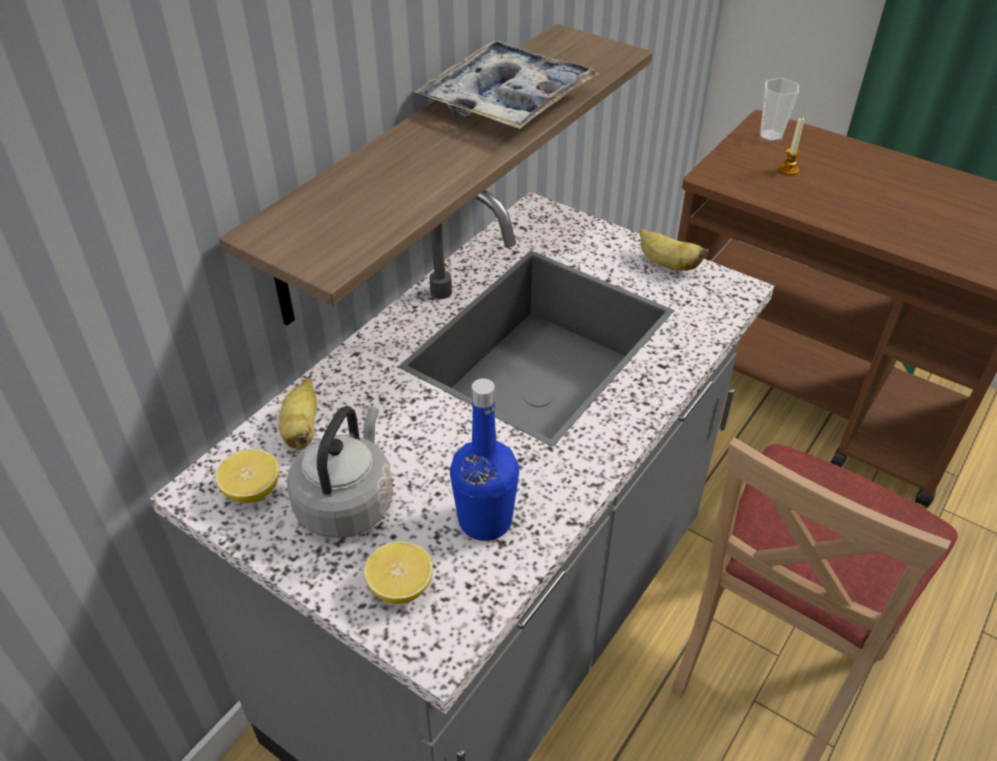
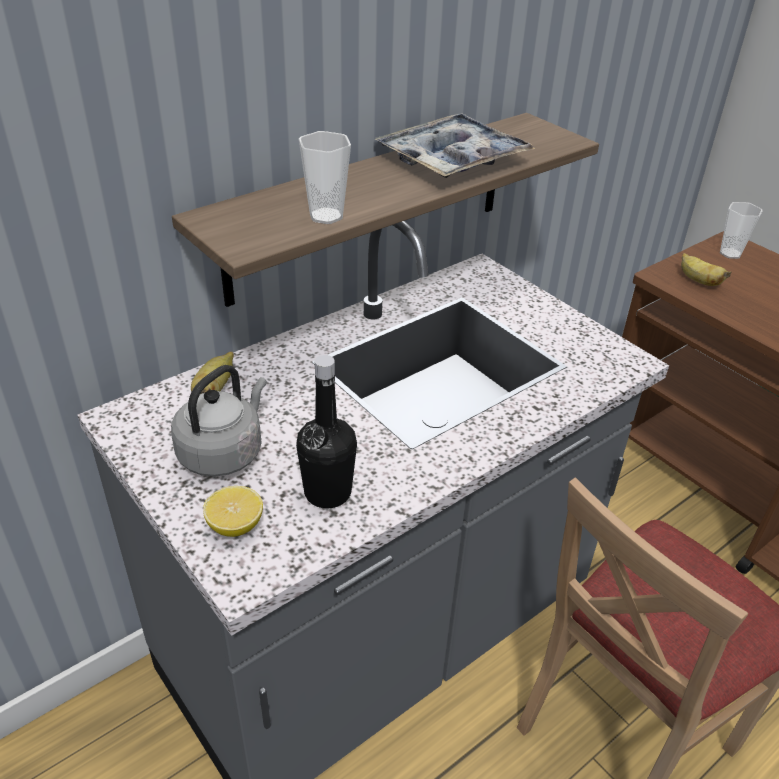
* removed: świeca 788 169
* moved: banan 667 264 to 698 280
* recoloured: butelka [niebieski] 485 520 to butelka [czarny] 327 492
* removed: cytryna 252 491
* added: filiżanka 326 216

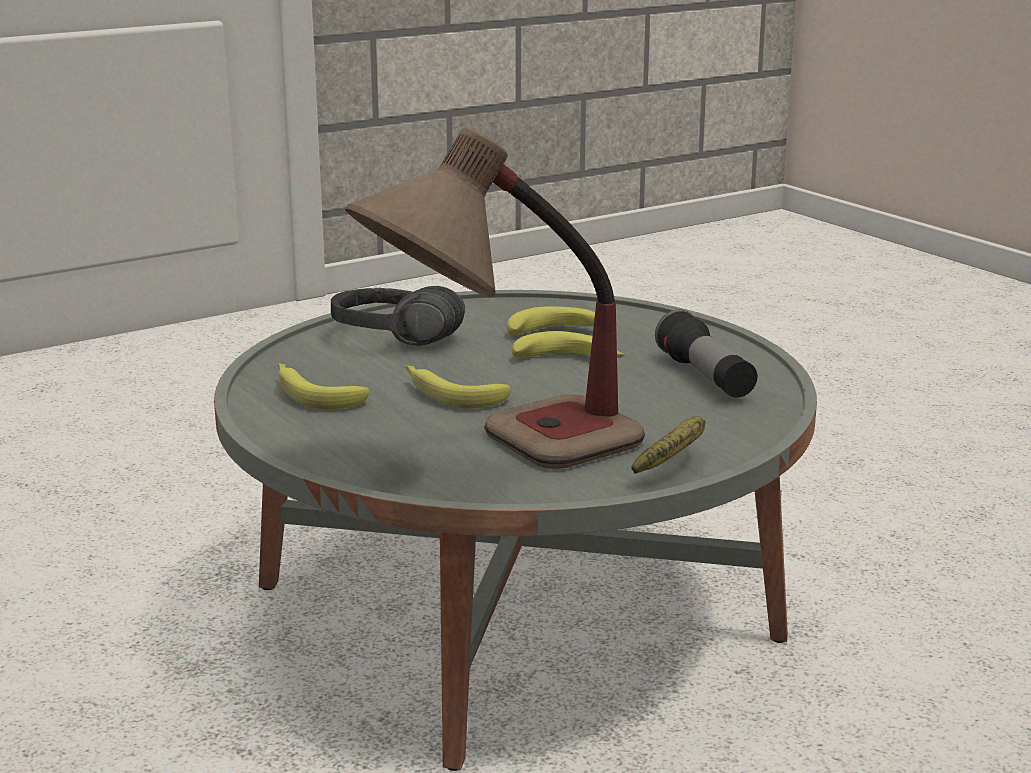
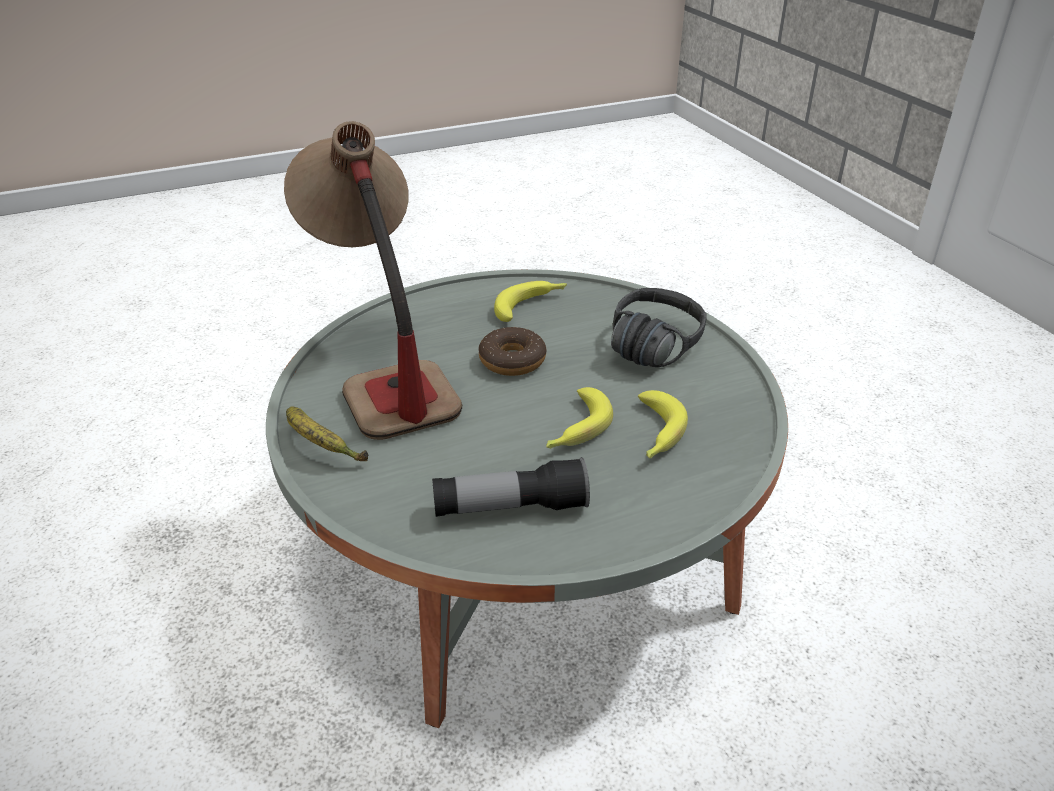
* replaced: banan 450 394 to donut 512 360

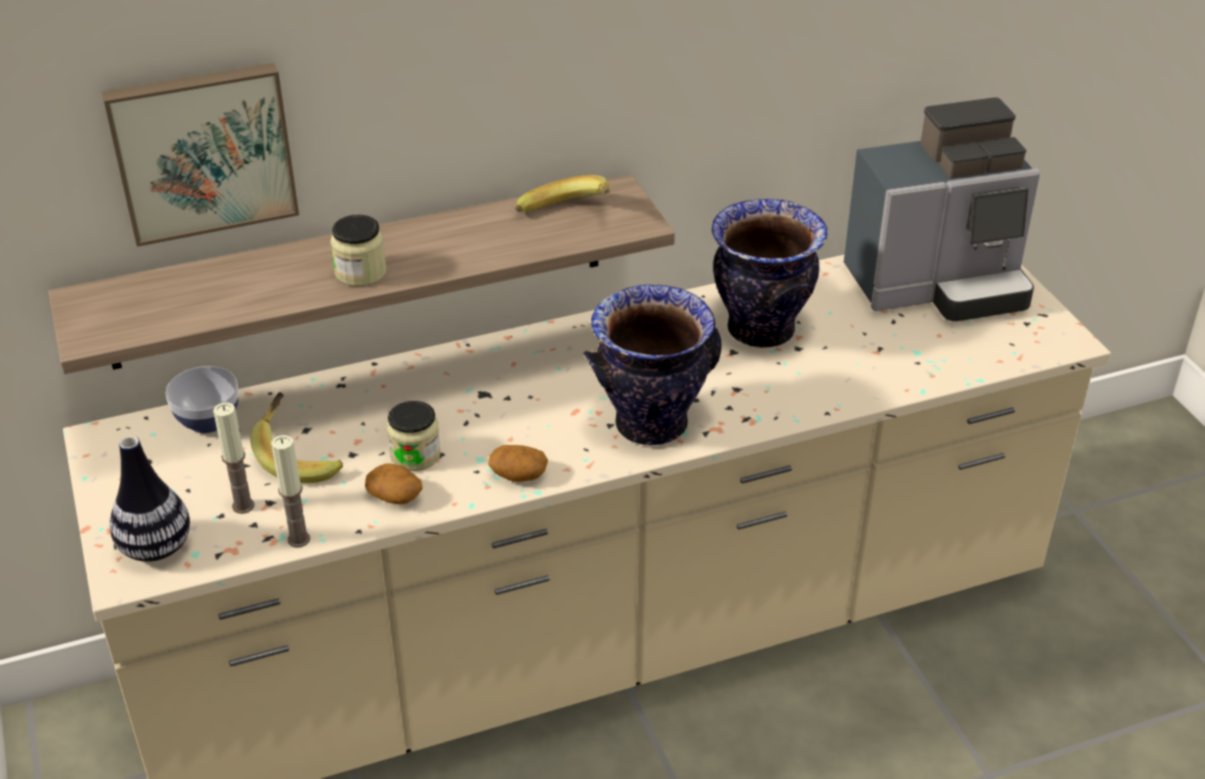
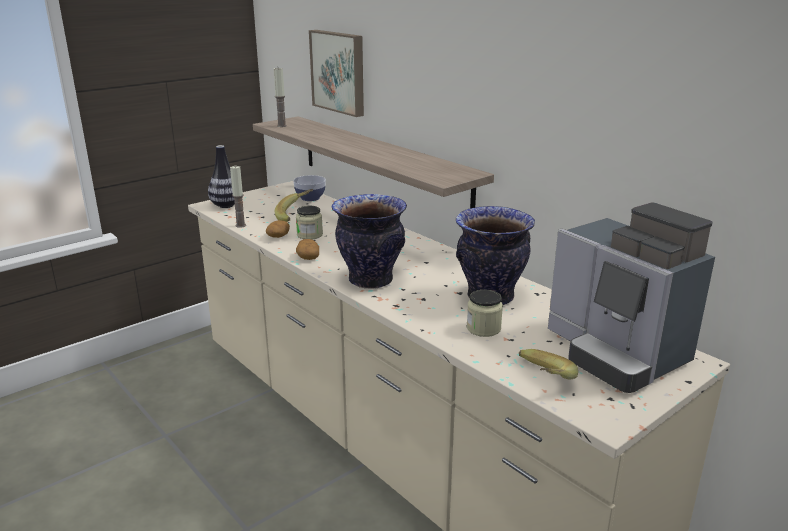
* moved: banan 568 217 to 540 380
* moved: słoik 360 272 to 483 328
* moved: świeca 243 506 to 282 126

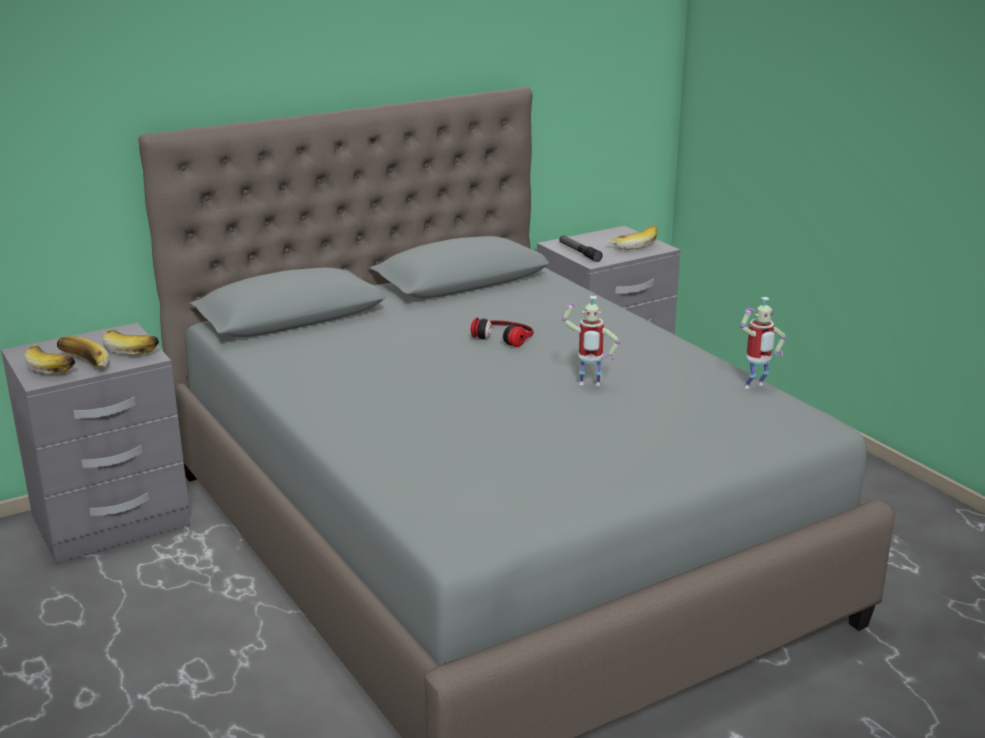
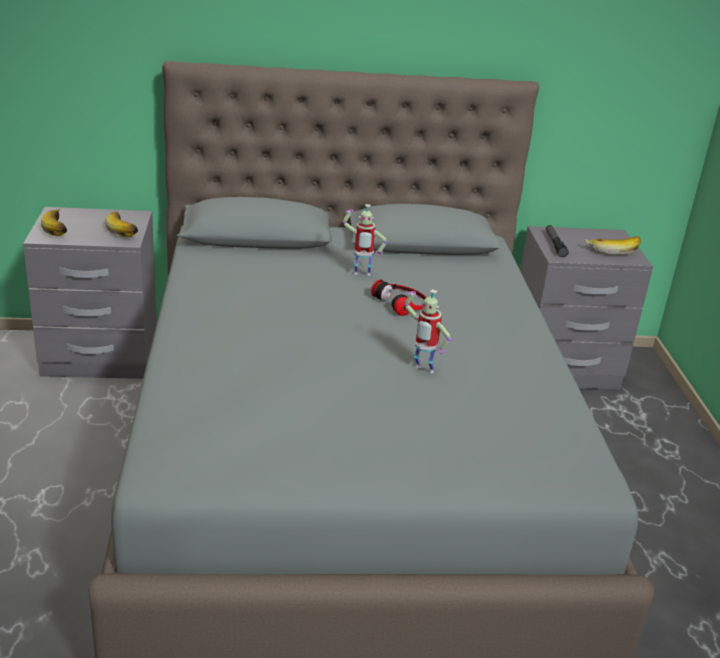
* moved: robot zabawkowy 755 387 to 361 275
* removed: banan 82 365

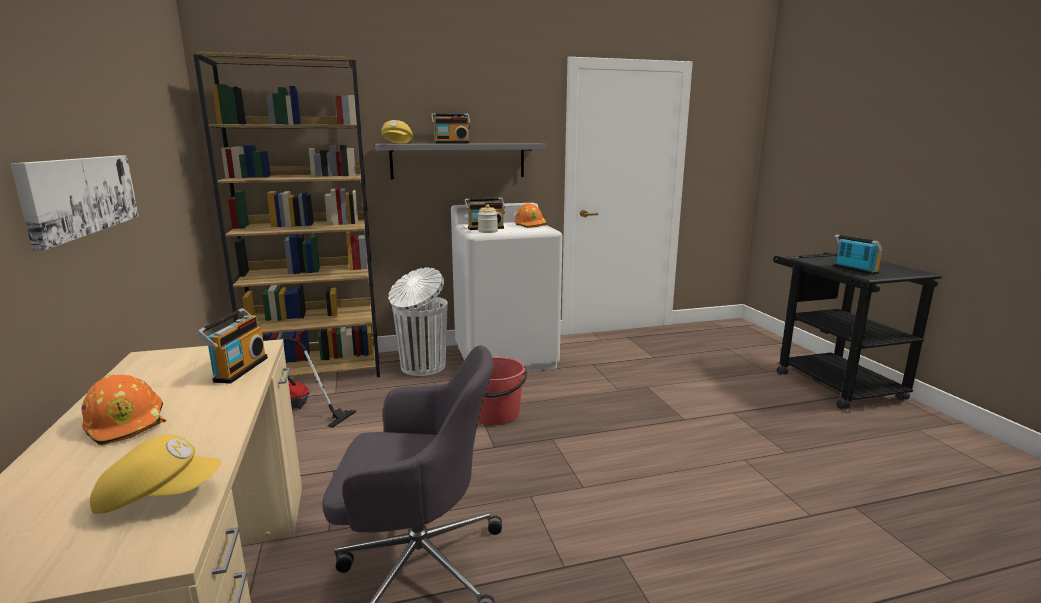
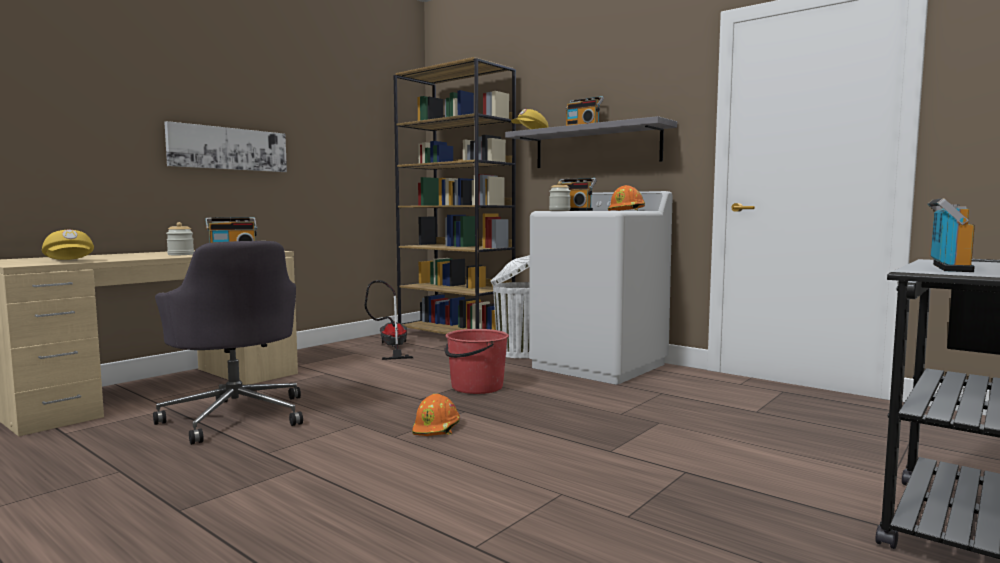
* moved: kask [pomarańczowy] 127 423 to 437 428
* added: słoik 181 254

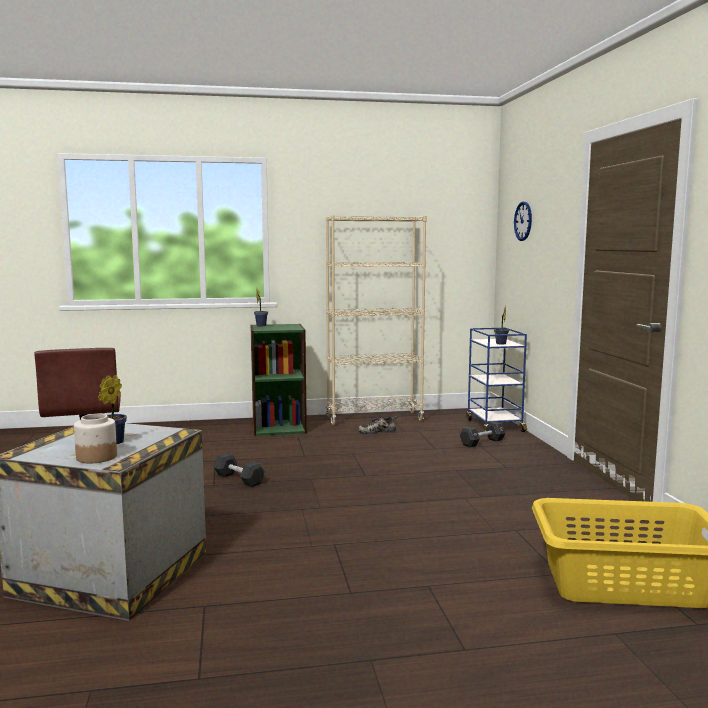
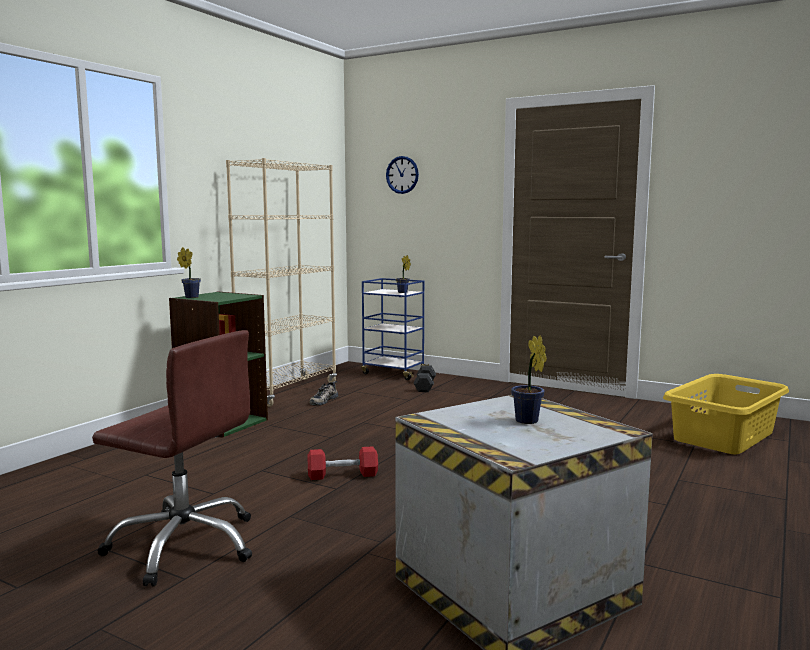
* removed: słoik 96 457
* recoloured: hantel [czarny] 239 479 to hantel [czerwony] 342 475

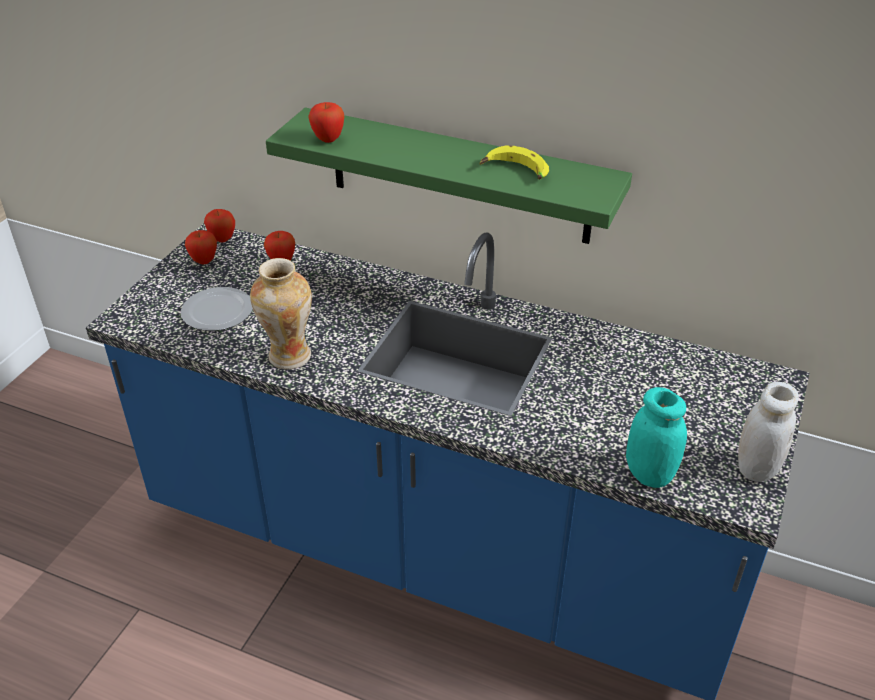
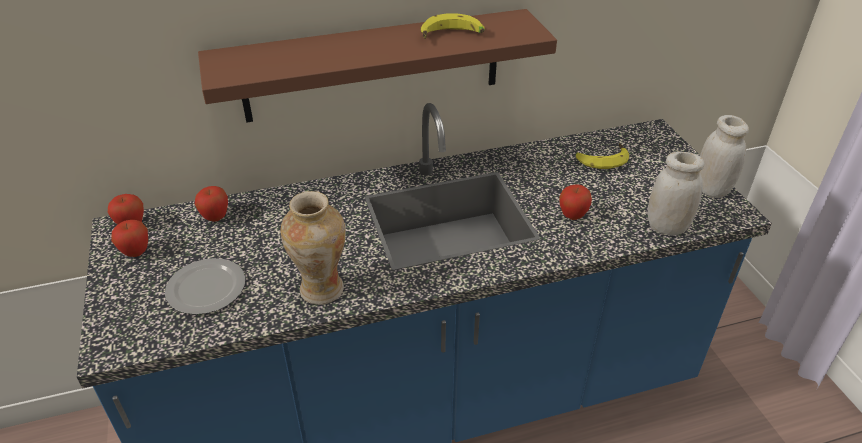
* moved: jabłko 328 139 to 572 216
* recoloured: półka [zielony] 459 176 to półka [brązowy] 373 66
* recoloured: słoik [turkusowy] 649 474 to słoik [biały] 666 227
* added: banan 601 159

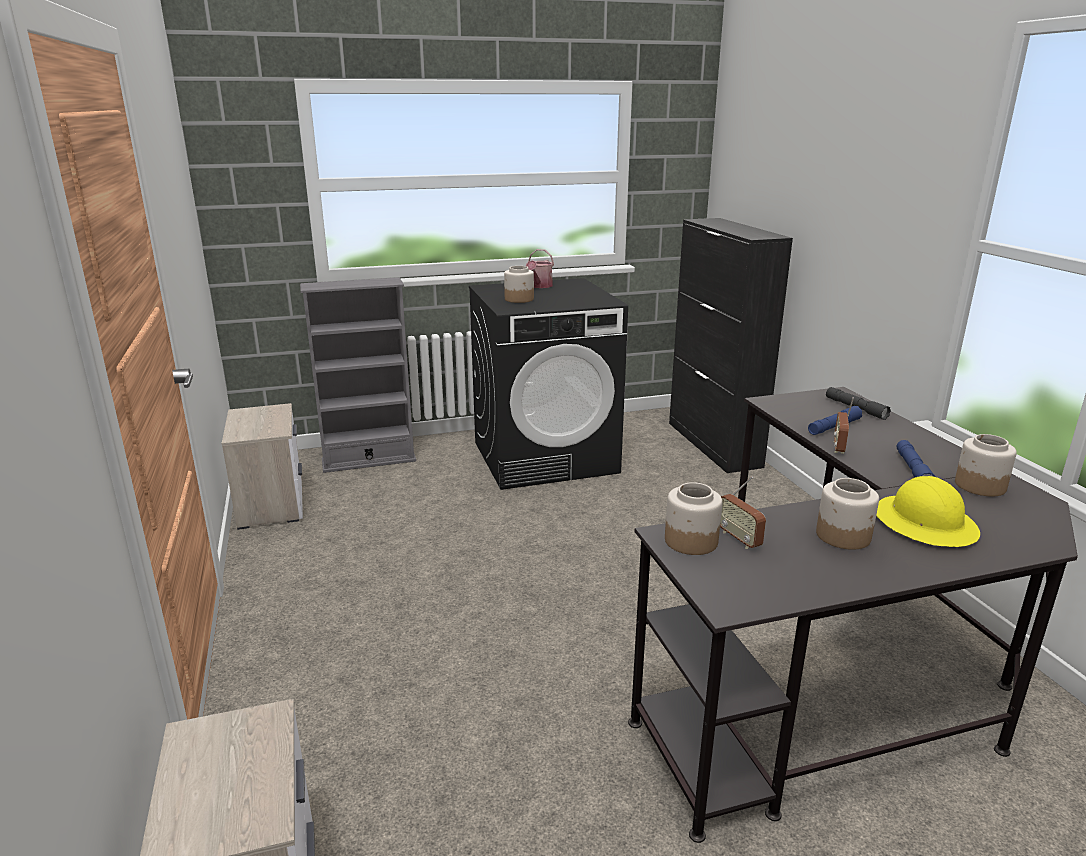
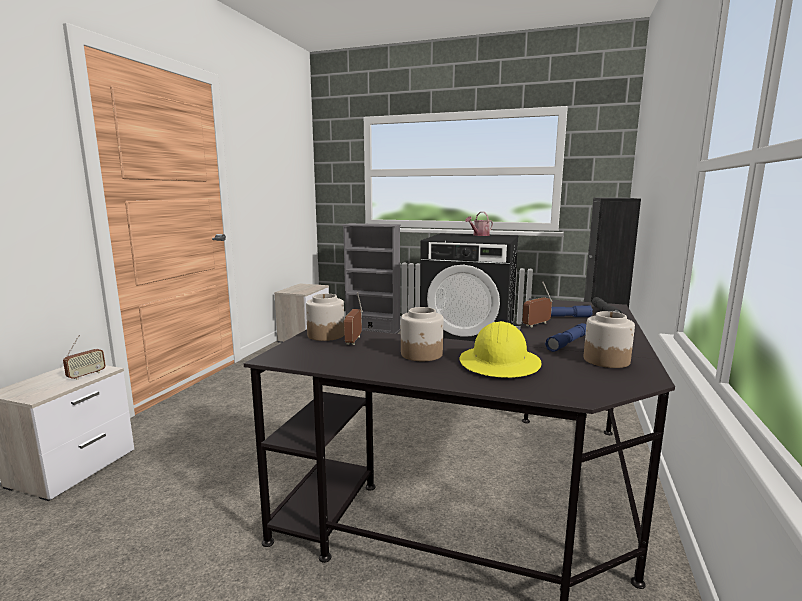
* removed: słoik 519 299
* added: radio 86 375

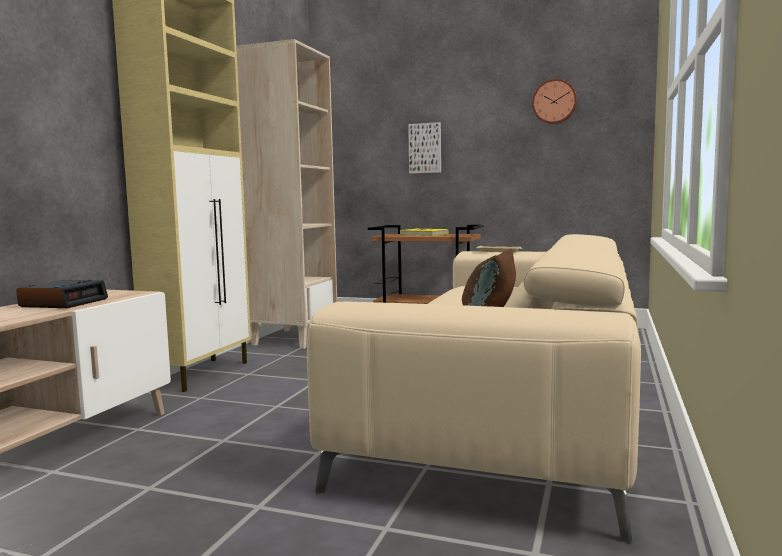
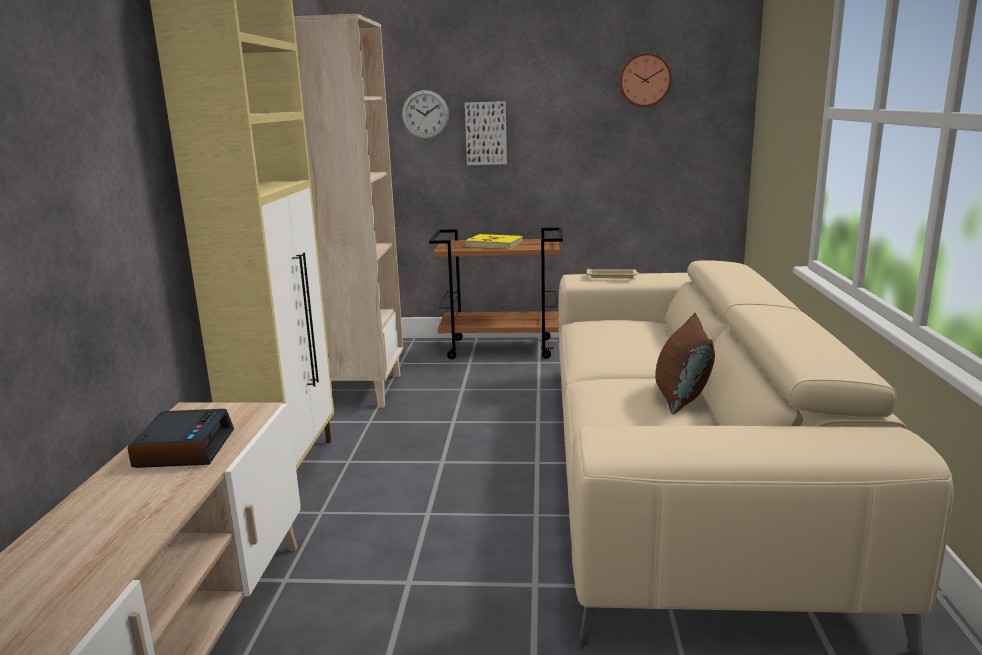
* added: zegar ścienny 425 114

